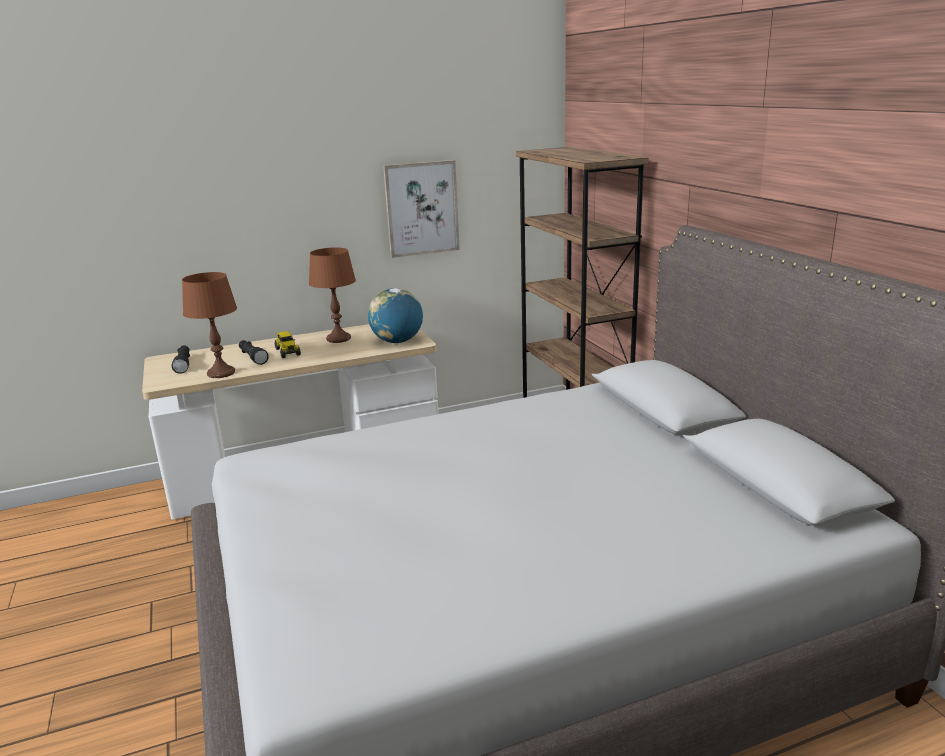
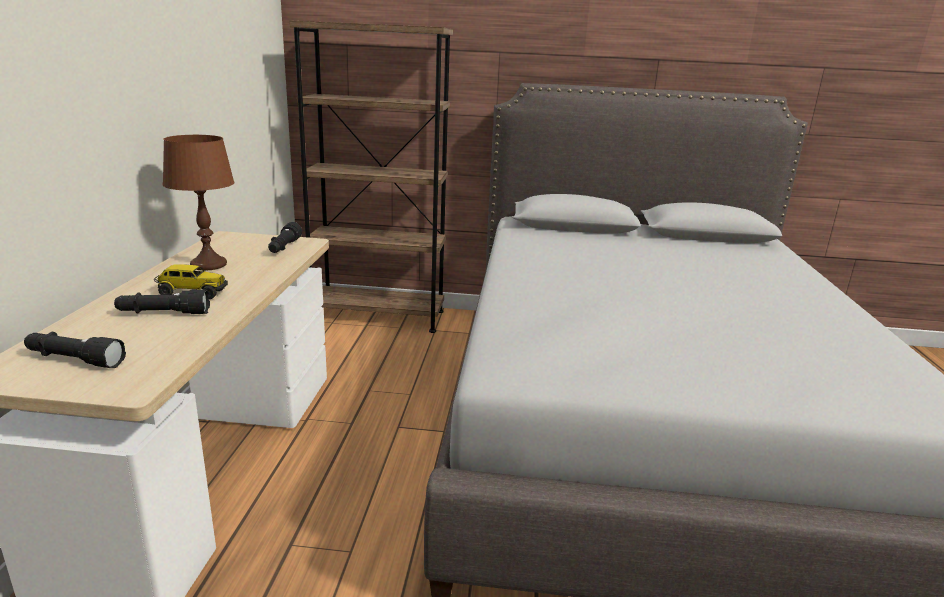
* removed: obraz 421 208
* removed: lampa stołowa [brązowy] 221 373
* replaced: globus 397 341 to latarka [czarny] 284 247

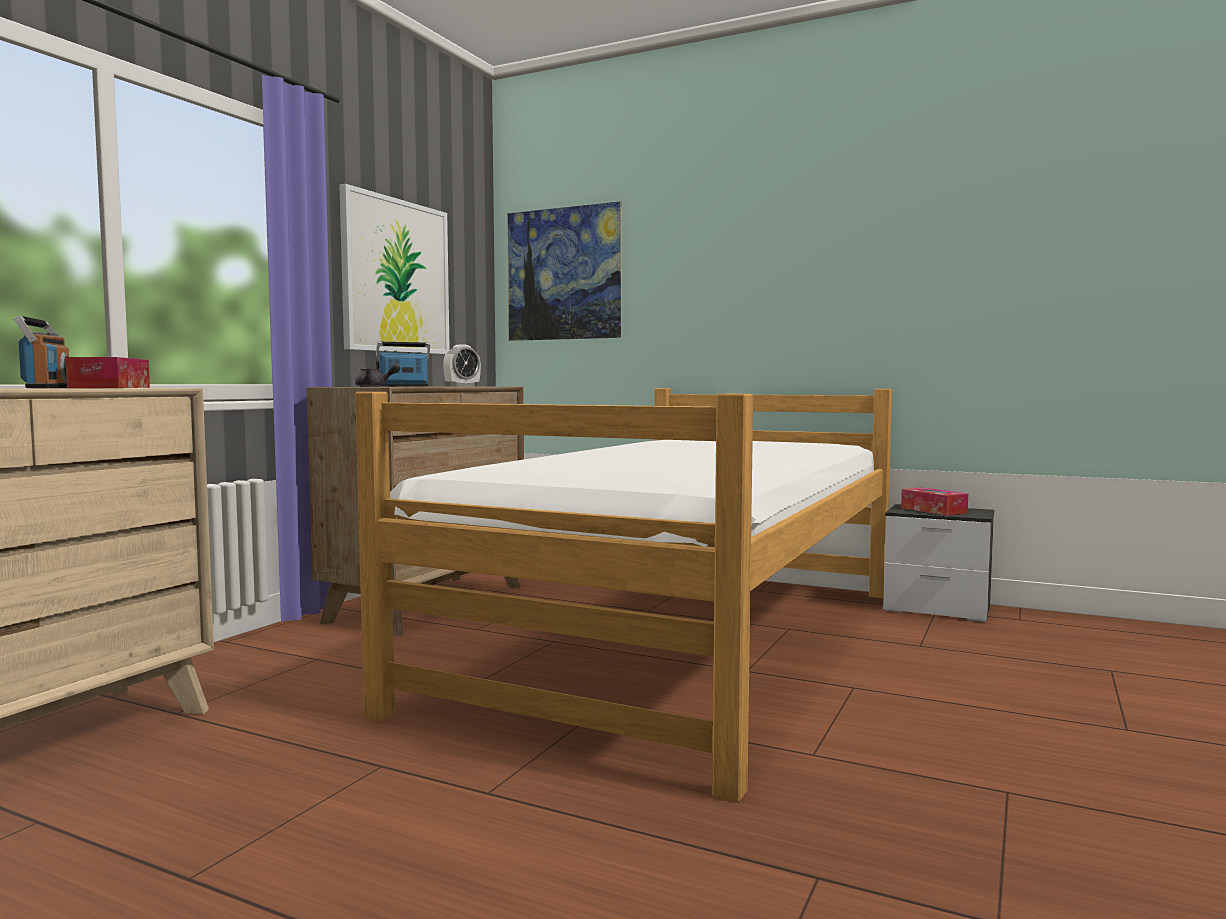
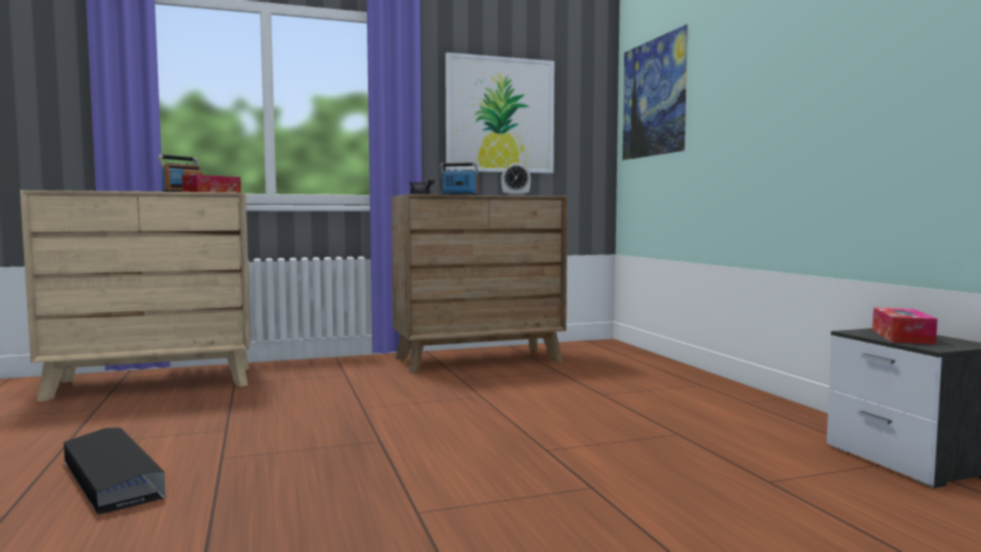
* removed: łóżko 685 643
* added: pojemnik do przechowywania [czarny] 112 478

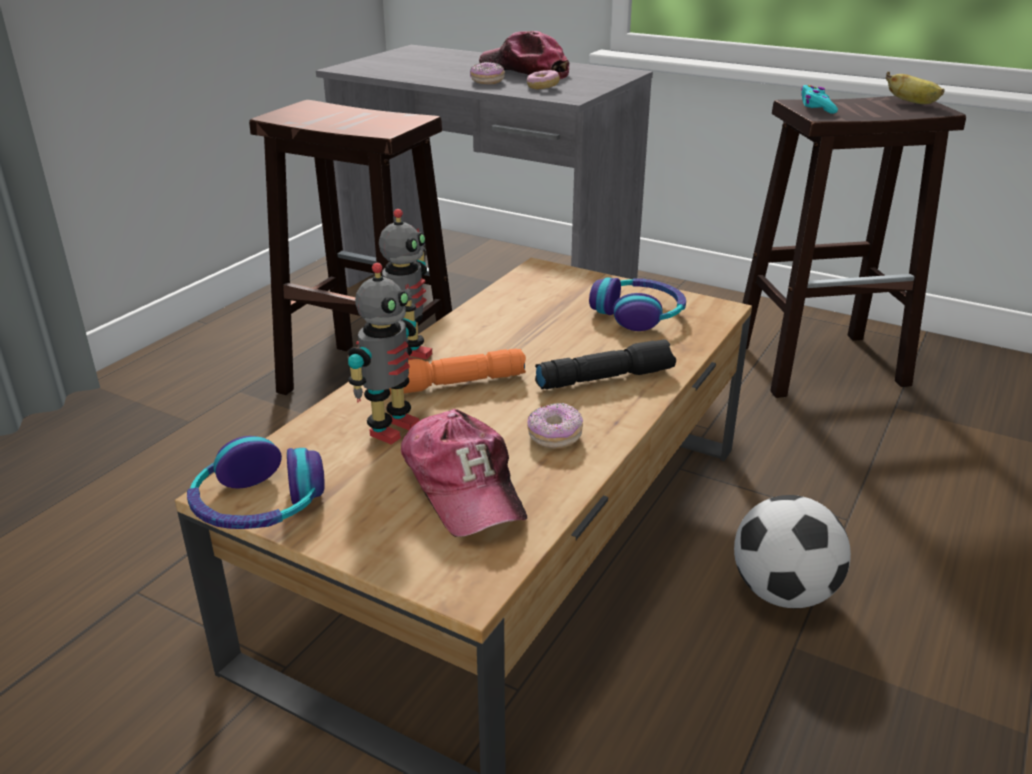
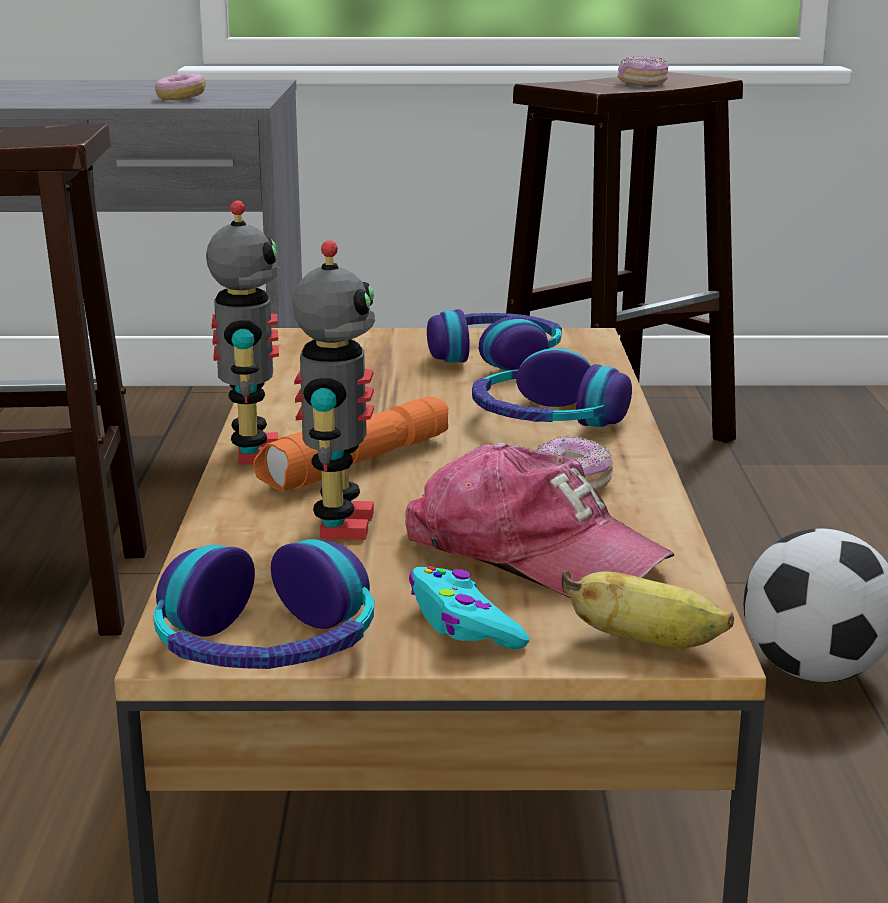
* removed: czapka z daszkiem 524 71
* moved: donut 487 82 to 642 83
* moved: banan 913 103 to 647 643
* moved: pad do gier [turkusowy] 816 107 to 463 625
* replaced: latarka [czarny] 605 378 to słuchawki 546 419

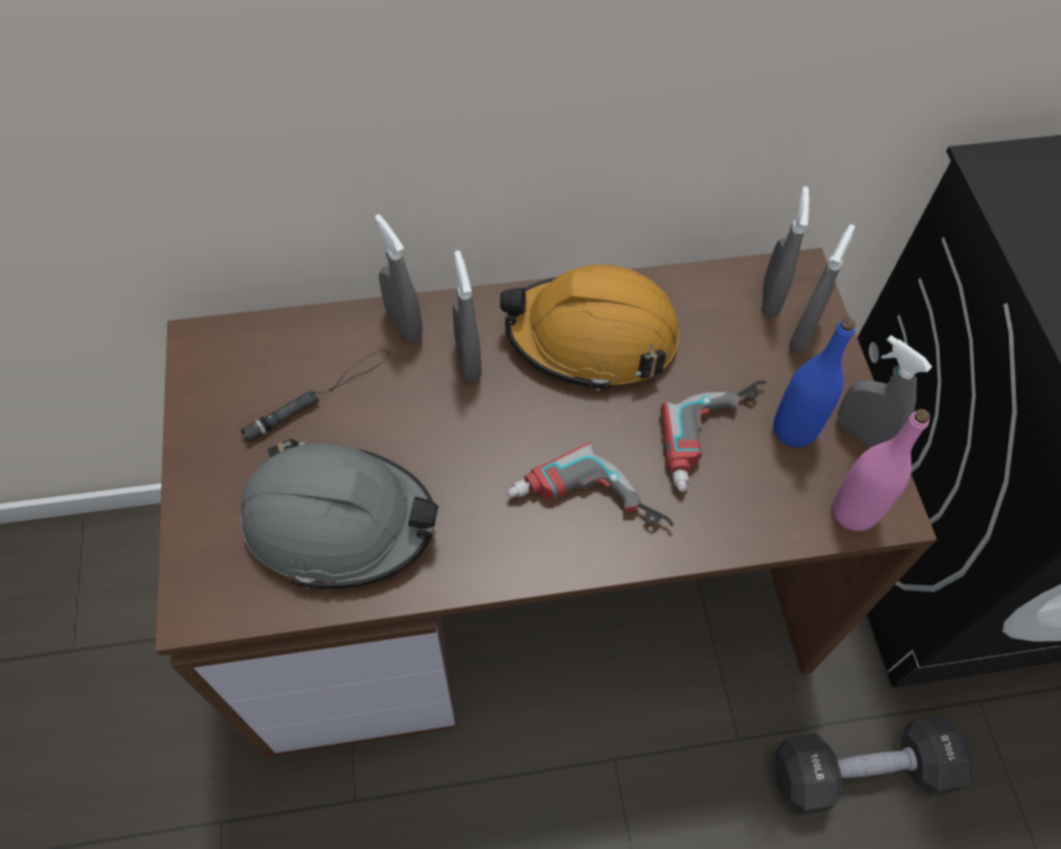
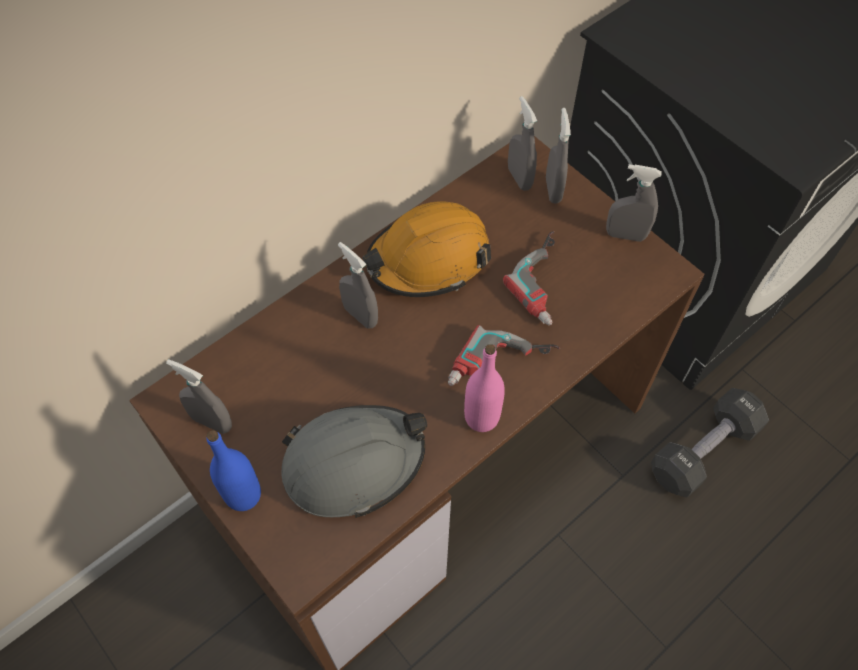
* moved: spryskiwacz [szary] 404 324 to 212 422
* moved: butelka [niebieski] 794 430 to 243 495
* removed: latarka [czarny] 319 395
* moved: butelka [różowy] 853 511 to 481 417

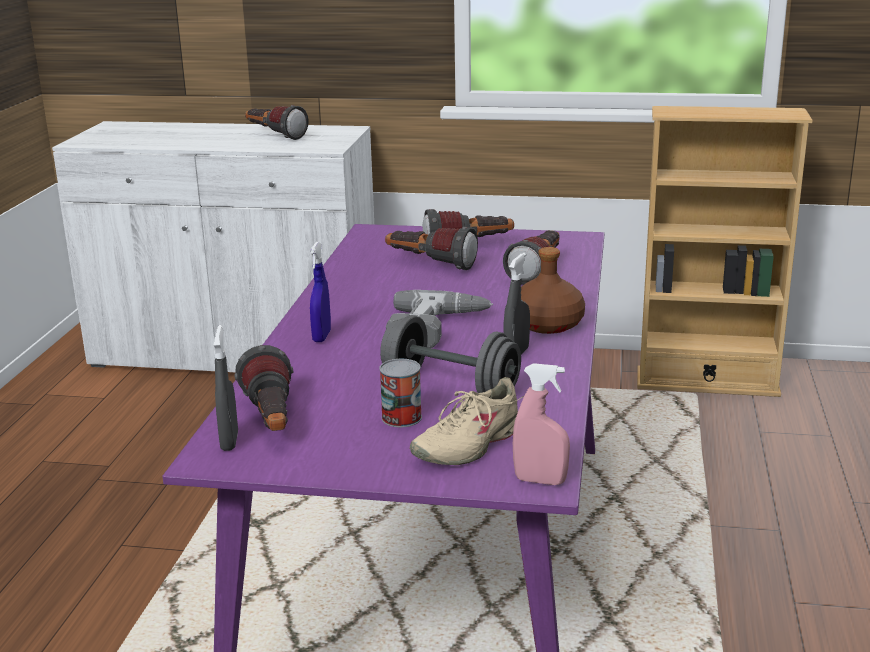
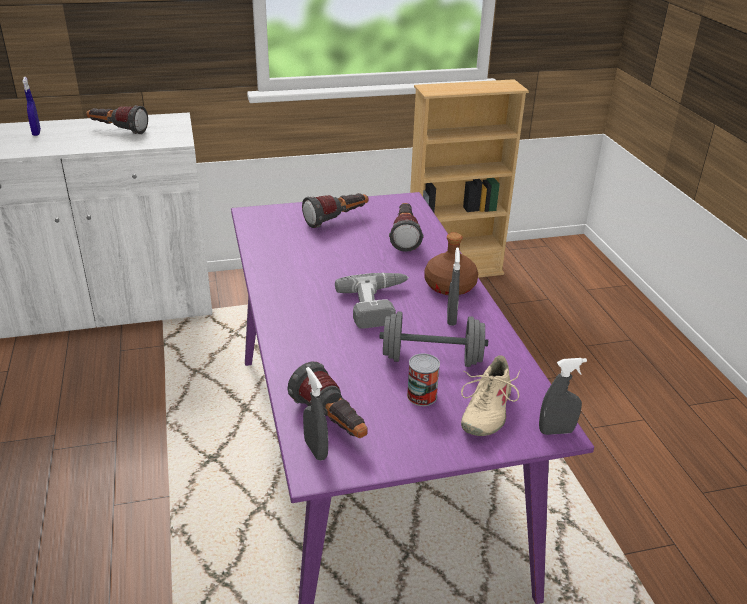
* removed: latarka 430 264
* moved: spryskiwacz [niebieski] 321 336 to 36 133
* recoloured: spryskiwacz [różowy] 540 481 to spryskiwacz [szary] 556 431

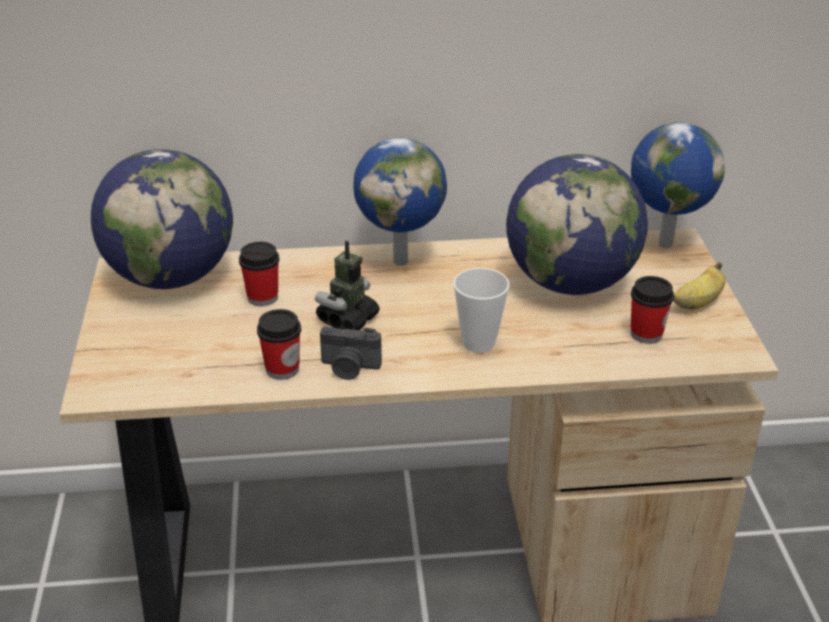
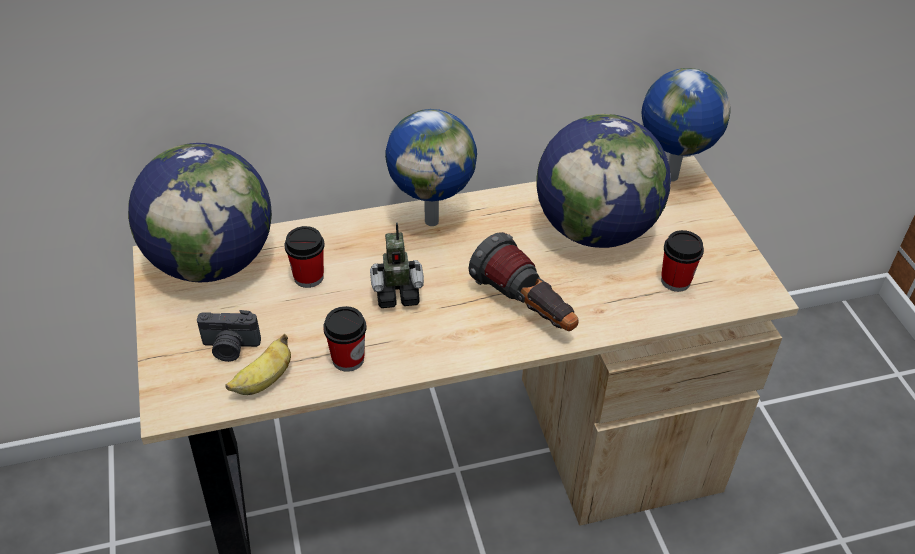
* turned: robot zabawkowy 348 319 = 397 294 120 degrees counterclockwise
* moved: banan 697 303 to 264 381
* replaced: filiżanka 478 343 to latarka 526 308
* moved: aparat fotograficzny 349 368 to 230 348

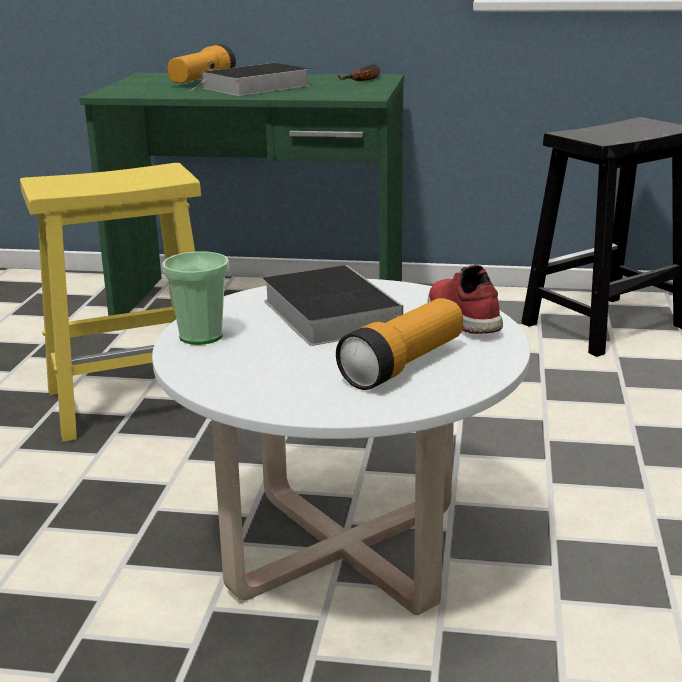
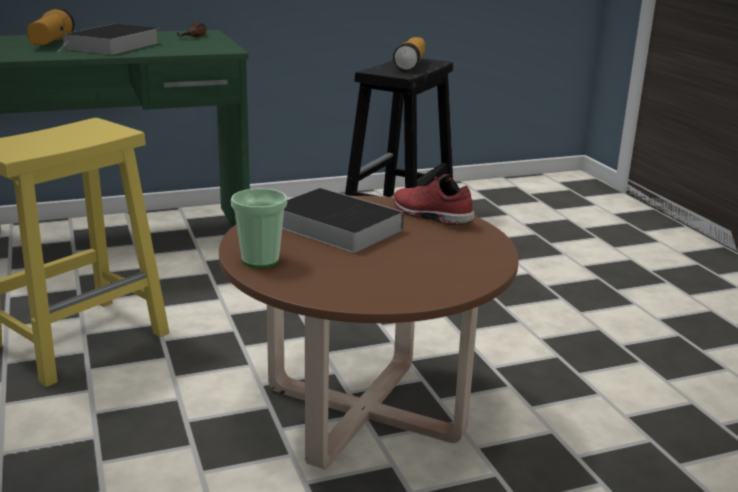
* recoloured: ława [biały] 344 549 to ława [brązowy] 363 412
* moved: latarka 403 365 to 410 65

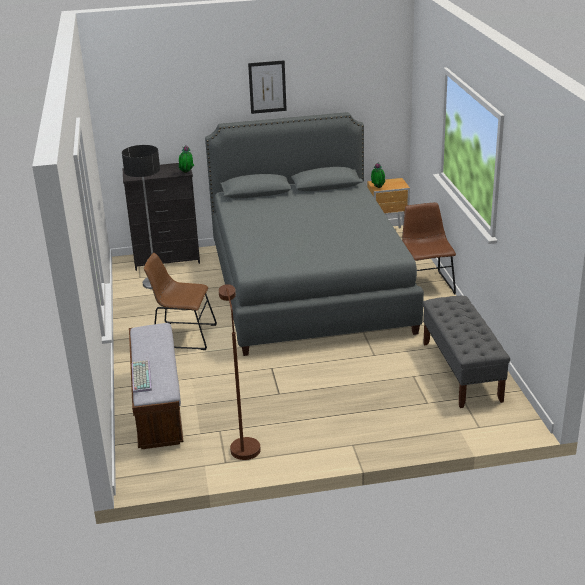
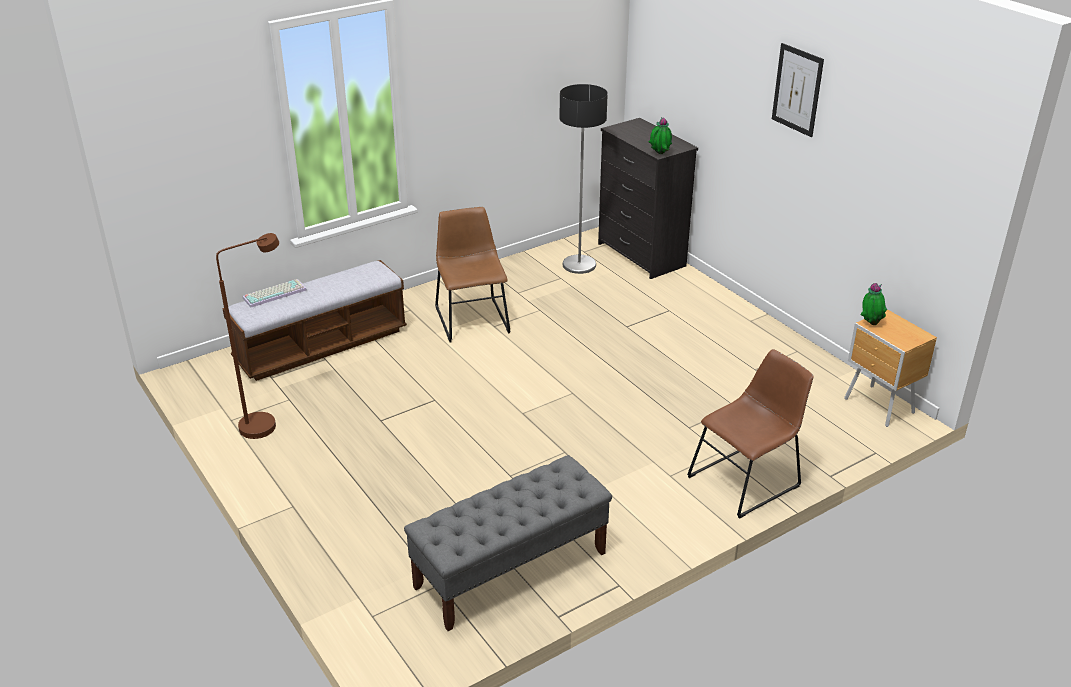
* removed: łóżko [szary] 308 287

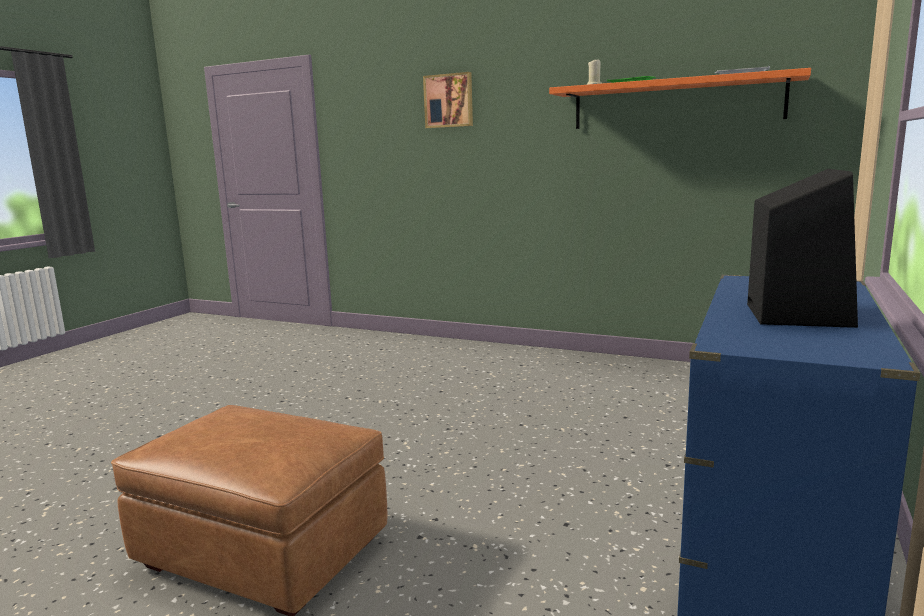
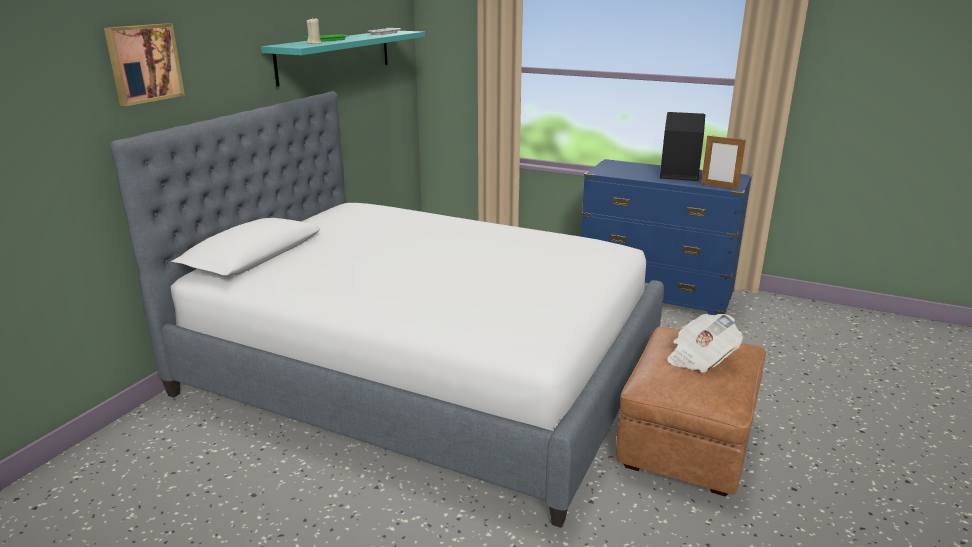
* recoloured: półka [pomarańczowy] 675 103 to półka [turkusowy] 335 56
* added: łóżko 423 372
* added: ramka na zdjęcie 719 186
* added: gazeta 700 358

